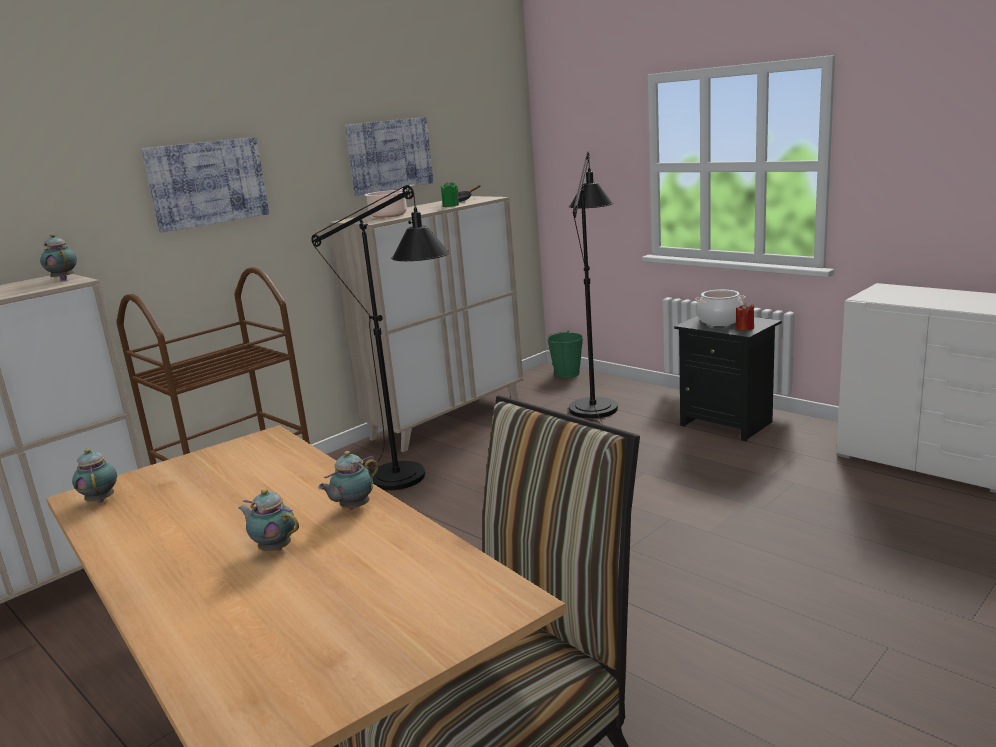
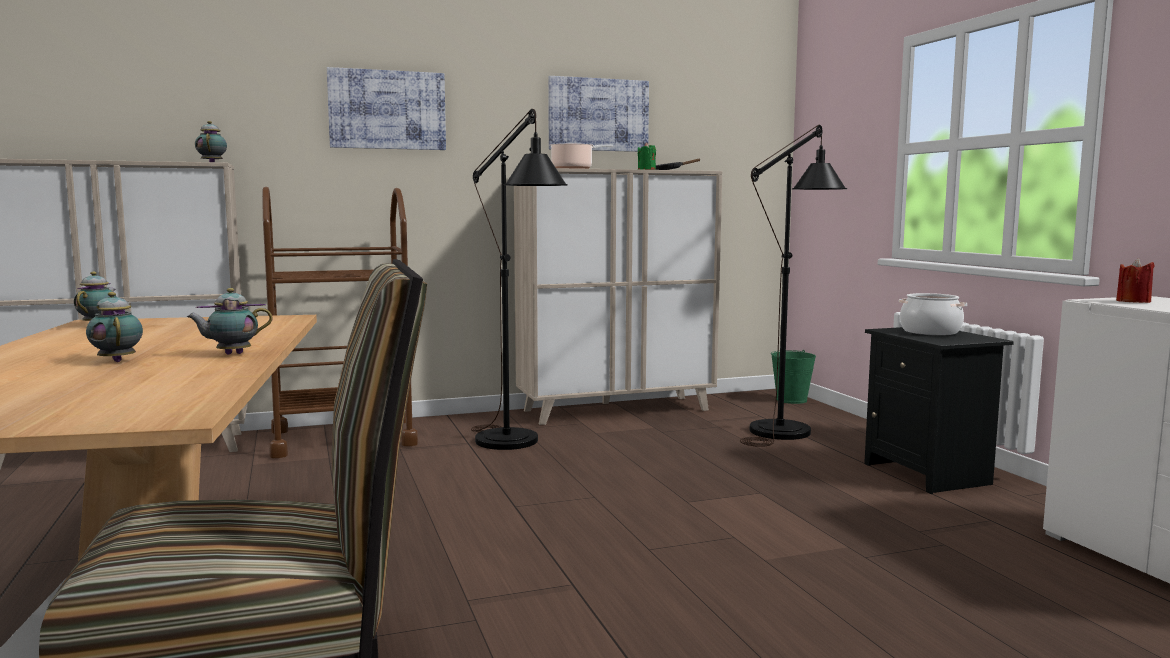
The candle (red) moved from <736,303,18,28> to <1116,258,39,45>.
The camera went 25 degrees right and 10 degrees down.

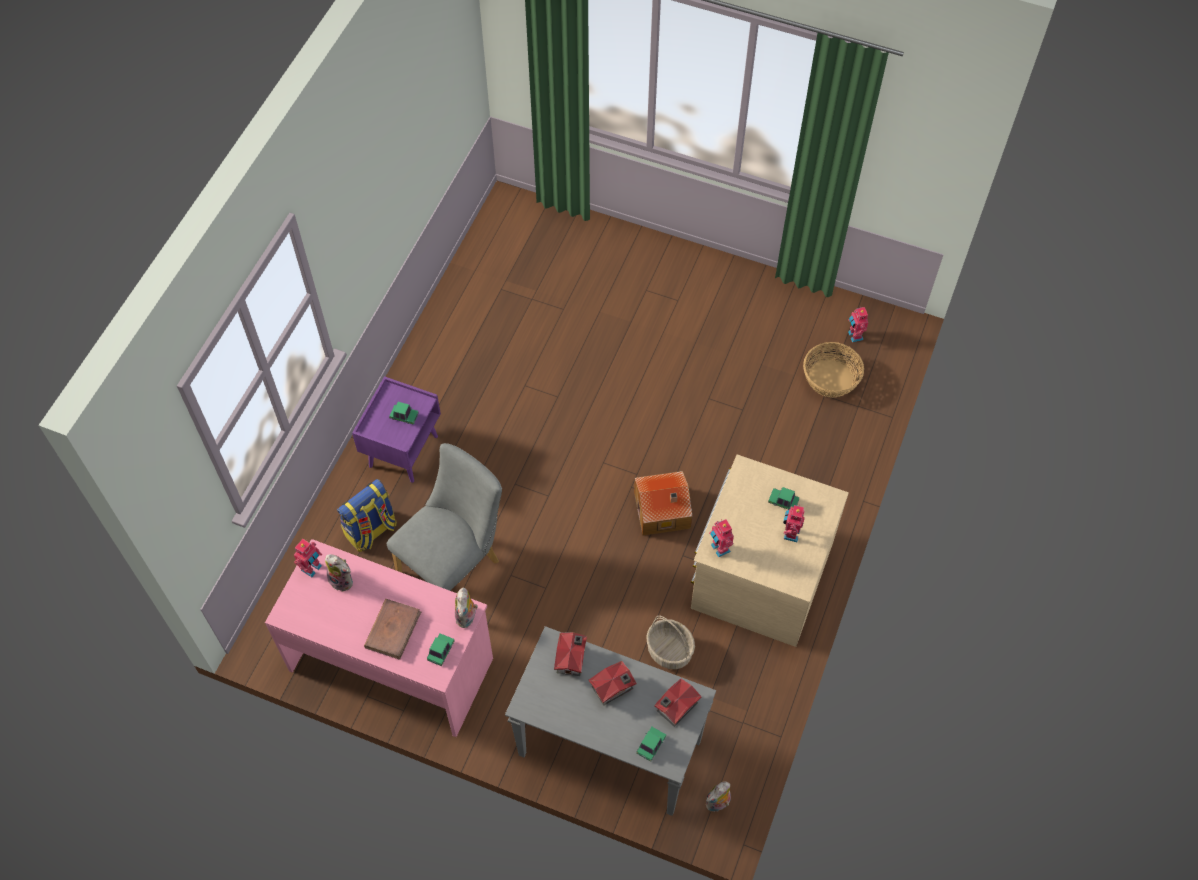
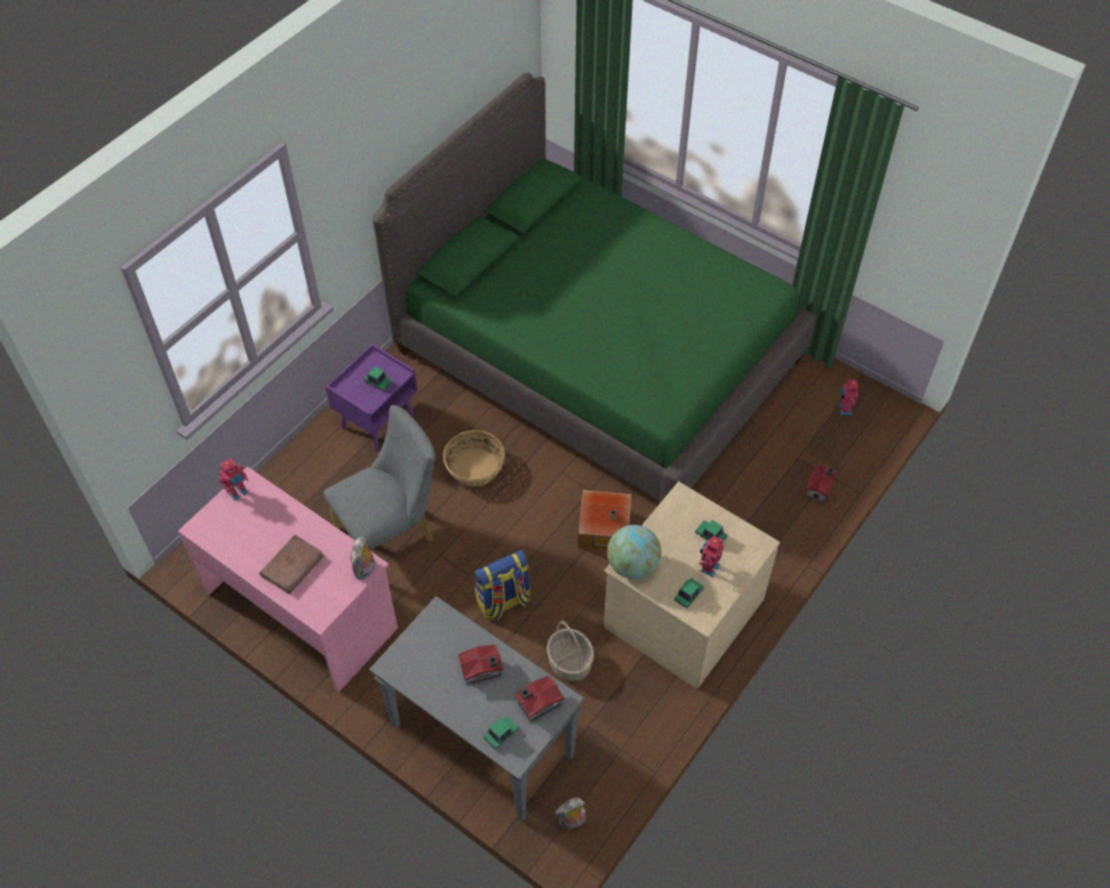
The plush toy at <325,554,28,38> disappeared.
The bed (green) at <373,72,442,430> appeared.
The backpack moved from <337,479,60,73> to <474,550,57,70>.
The toy car moved from <427,633,28,33> to <674,578,30,31>.
The toy house moved from <554,632,33,44> to <805,464,32,38>.
The basket moved from <803,342,61,55> to <443,430,62,56>.
The toy robot at <709,519,25,38> was replaced by the globe at <607,525,54,54>.
The camera went 15 degrees right and 5 degrees down.

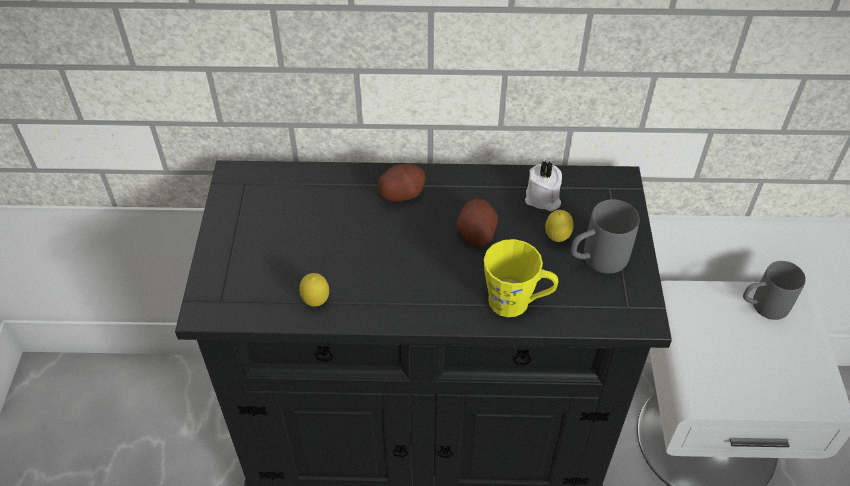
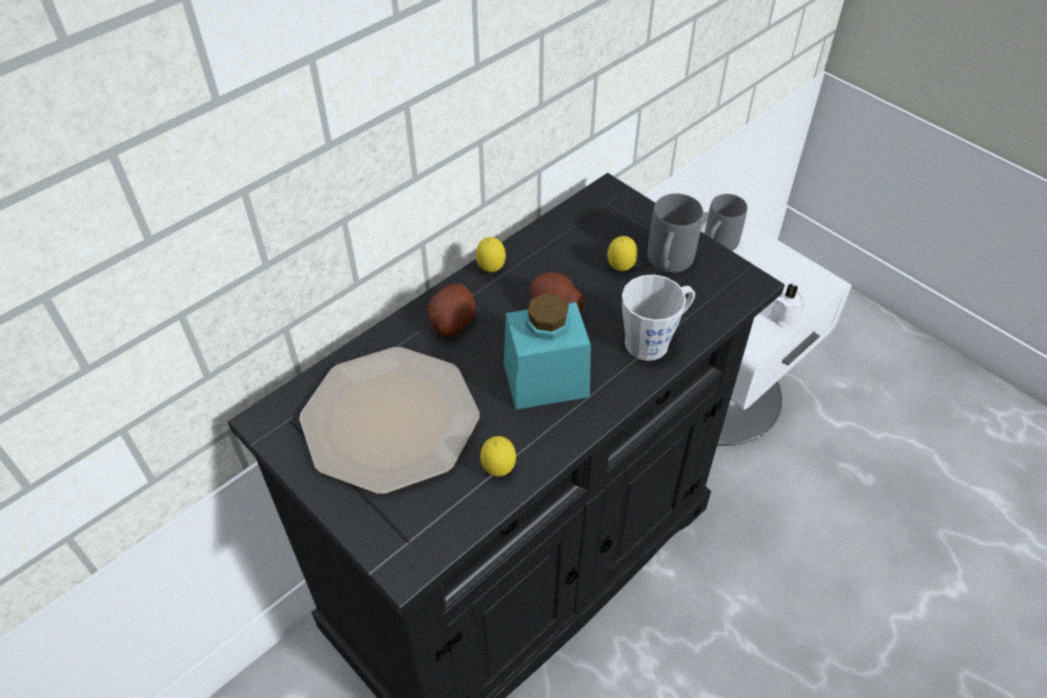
The plate at <299,347,181,147> appeared.
The lemon at <476,237,30,35> appeared.
The jar (turquoise) at <504,293,87,117> appeared.
The candle (white) moved from <525,161,37,50> to <768,284,38,43>.
The mug (yellow) at <484,239,74,78> became the mug (grey) at <622,275,73,86>.
The camera went 45 degrees left and 0 degrees up.

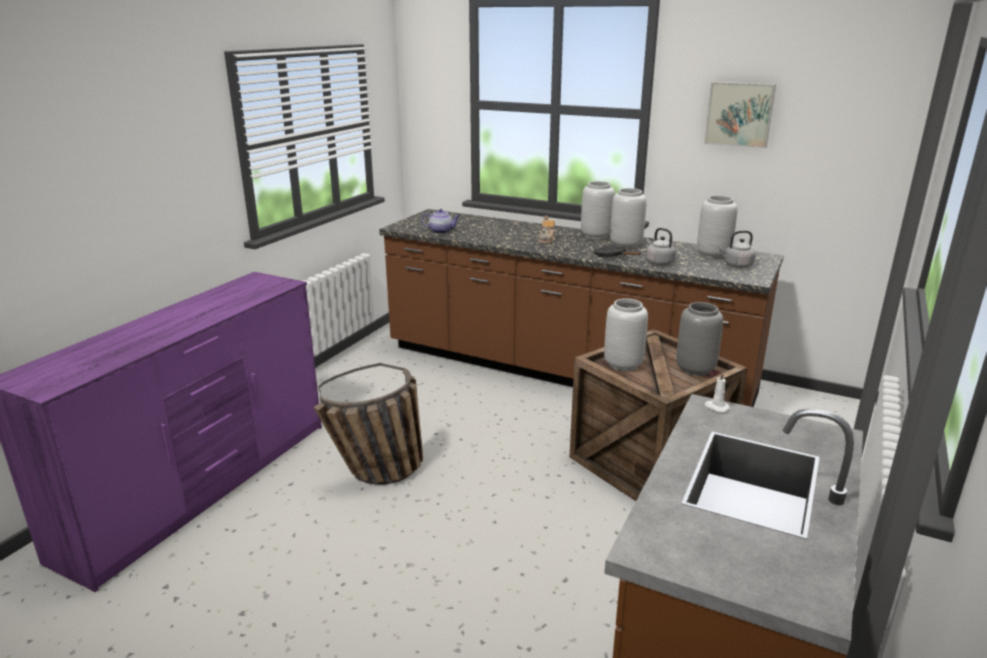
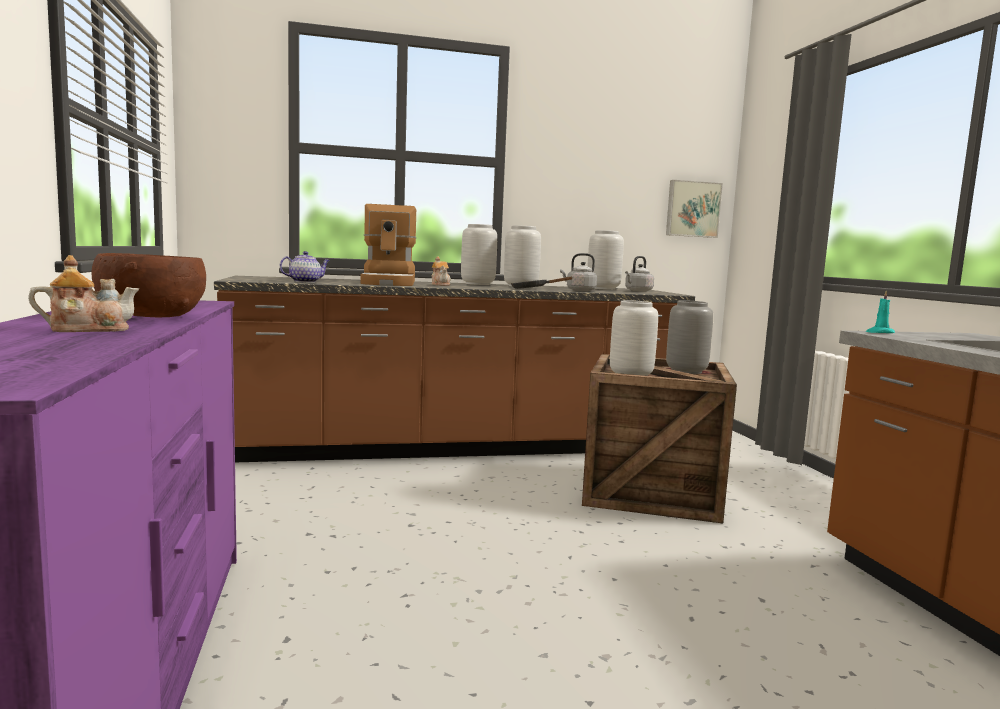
The basket at <313,363,110,122> disappeared.
The teapot at <28,255,112,77> appeared.
The bowl (brown) at <91,253,115,64> appeared.
The coffee machine at <360,204,56,82> appeared.
The picture moved from <704,82,72,66> to <666,180,57,58>.
The candle (white) at <705,371,25,41> became the candle (turquoise) at <866,291,29,42>.
The camera went 40 degrees left and 15 degrees down.

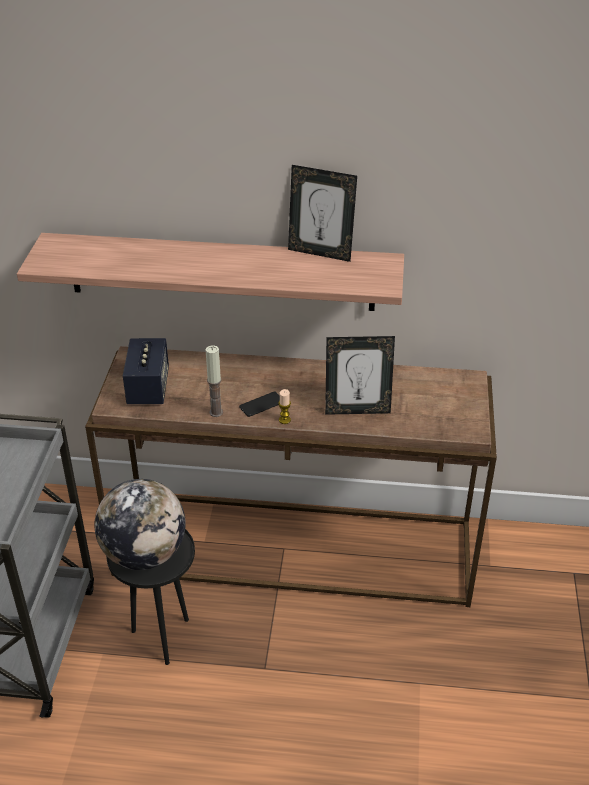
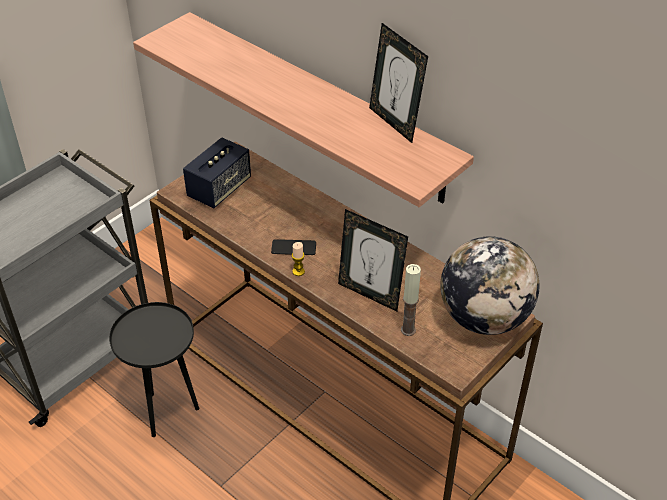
The globe moved from <94,479,92,91> to <440,236,99,99>.
The candle moved from <206,345,17,72> to <401,264,20,72>.
The camera went 35 degrees right and 5 degrees up.

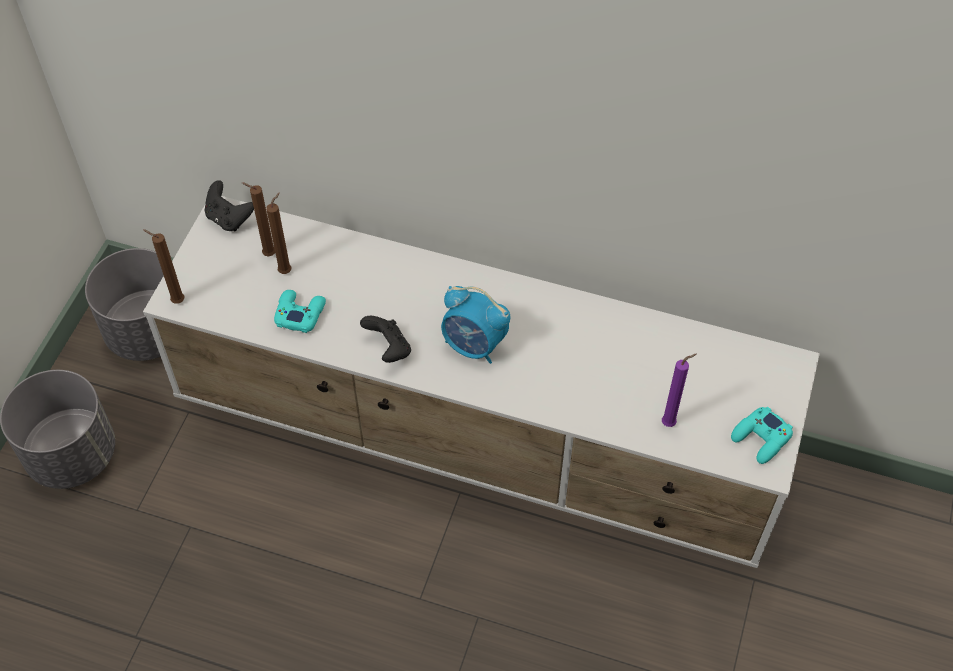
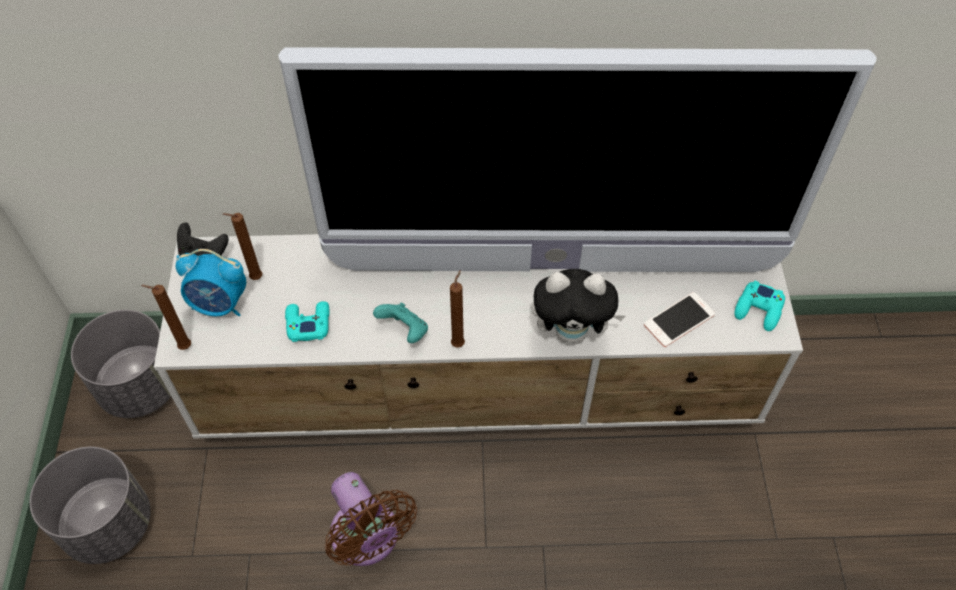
The television at <278,47,598,225> appeared.
The fan (brown) at <325,472,92,94> appeared.
The plush toy at <531,269,94,75> appeared.
The candle (brown) moved from <266,193,25,81> to <450,270,15,78>.
The alarm clock moved from <441,286,69,78> to <176,249,70,67>.
The candle (purple) at <662,354,35,73> was replaced by the phone at <644,292,71,55>.
The game controller (black) at <360,316,51,47> became the game controller (turquoise) at <373,303,55,40>.
The camera went 20 degrees left and 0 degrees up.

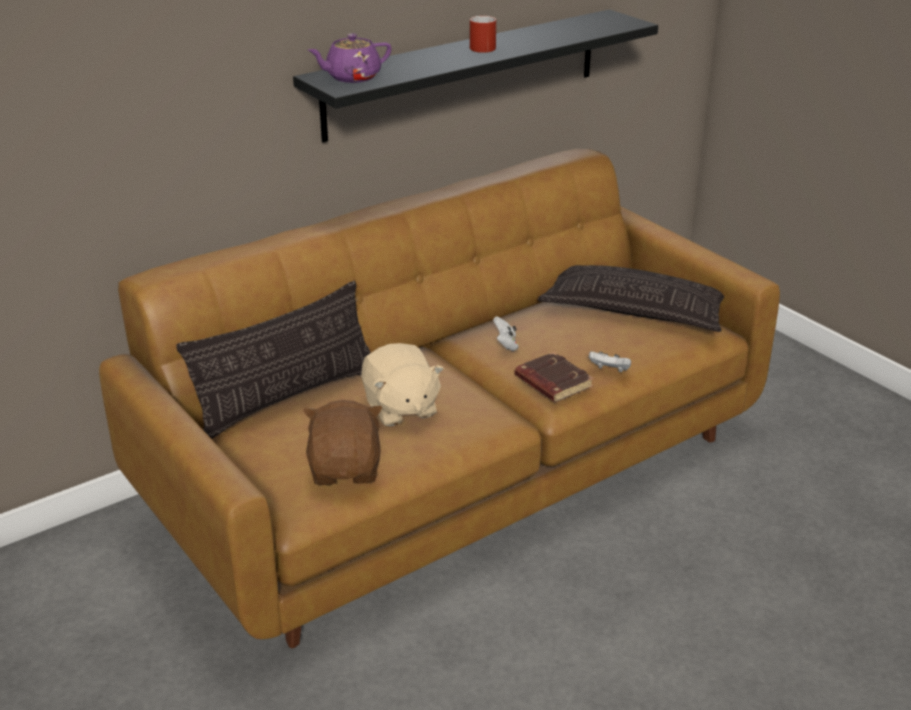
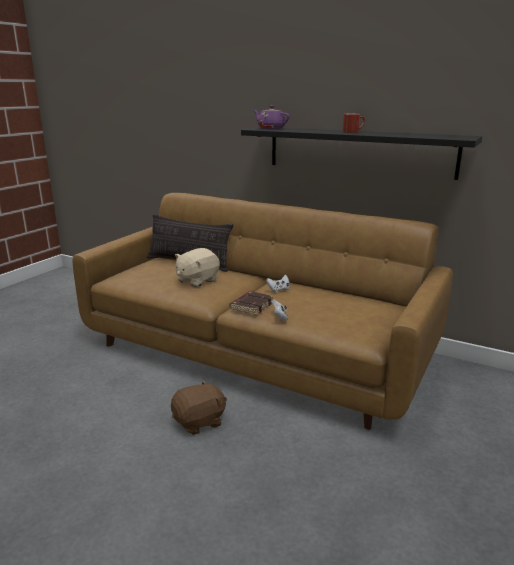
The pillow at <537,265,187,67> disappeared.
The plush toy (brown) moved from <303,400,79,85> to <171,380,56,55>.
The camera went 65 degrees right and 10 degrees down.

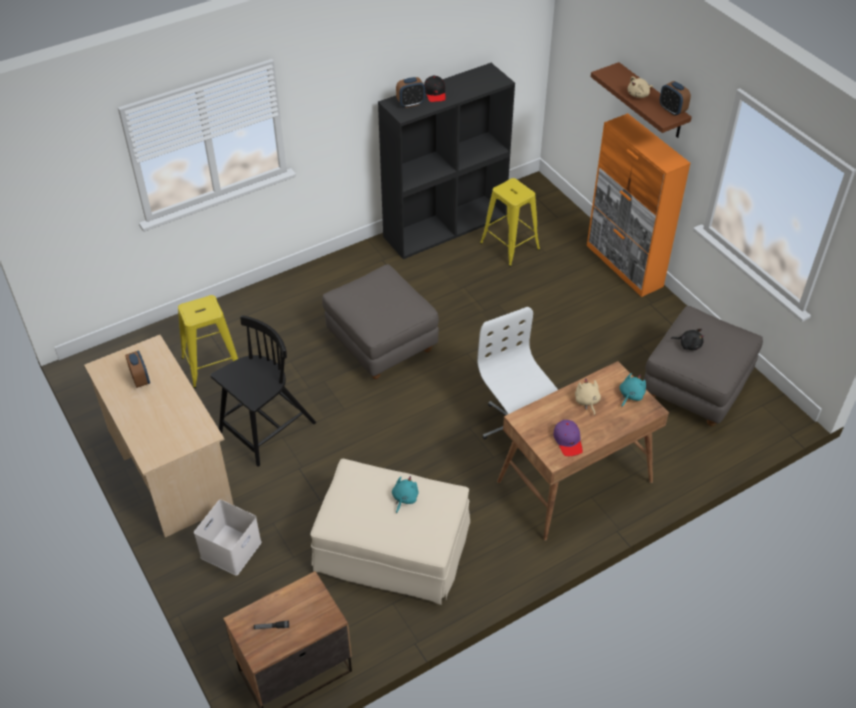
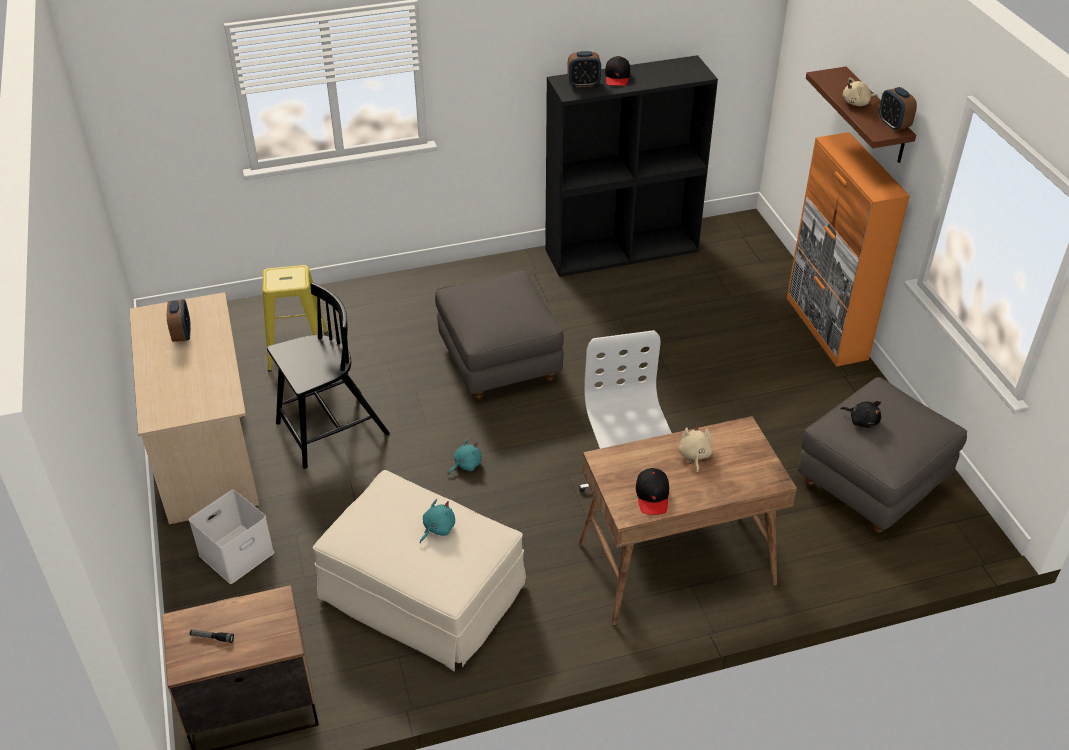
The stool (yellow) at <480,178,60,89> disappeared.
The plush toy (turquoise) moved from <620,373,26,34> to <448,439,34,35>.
The cap (purple) at <553,420,30,36> became the cap (black) at <636,468,33,47>.
The camera went 15 degrees right and 5 degrees down.

